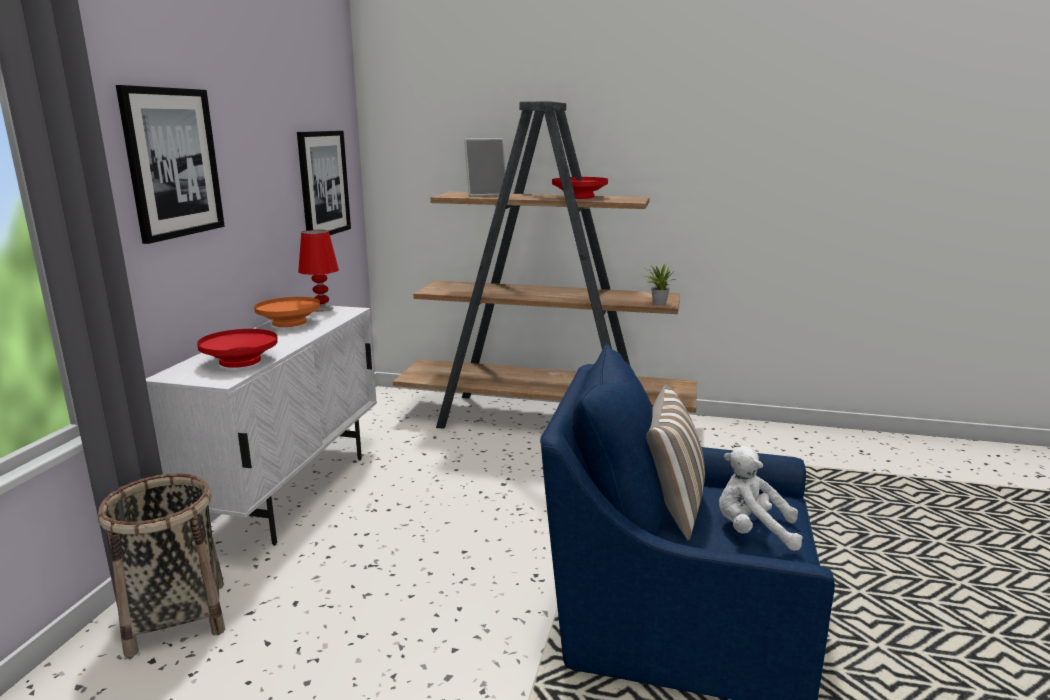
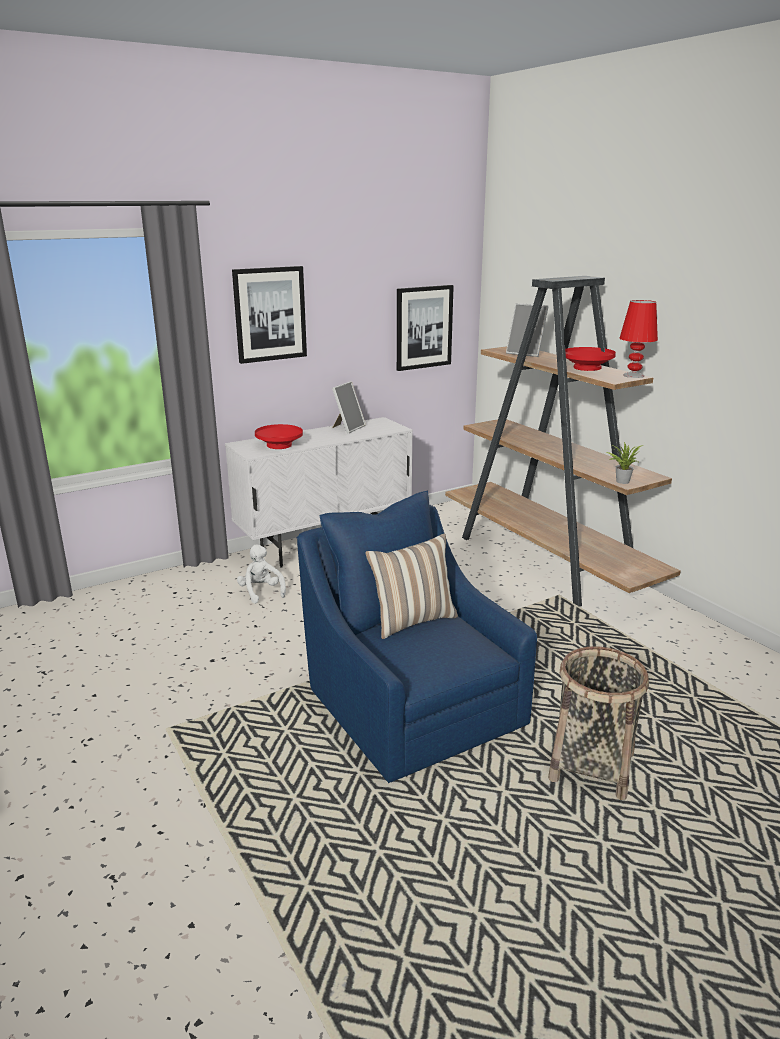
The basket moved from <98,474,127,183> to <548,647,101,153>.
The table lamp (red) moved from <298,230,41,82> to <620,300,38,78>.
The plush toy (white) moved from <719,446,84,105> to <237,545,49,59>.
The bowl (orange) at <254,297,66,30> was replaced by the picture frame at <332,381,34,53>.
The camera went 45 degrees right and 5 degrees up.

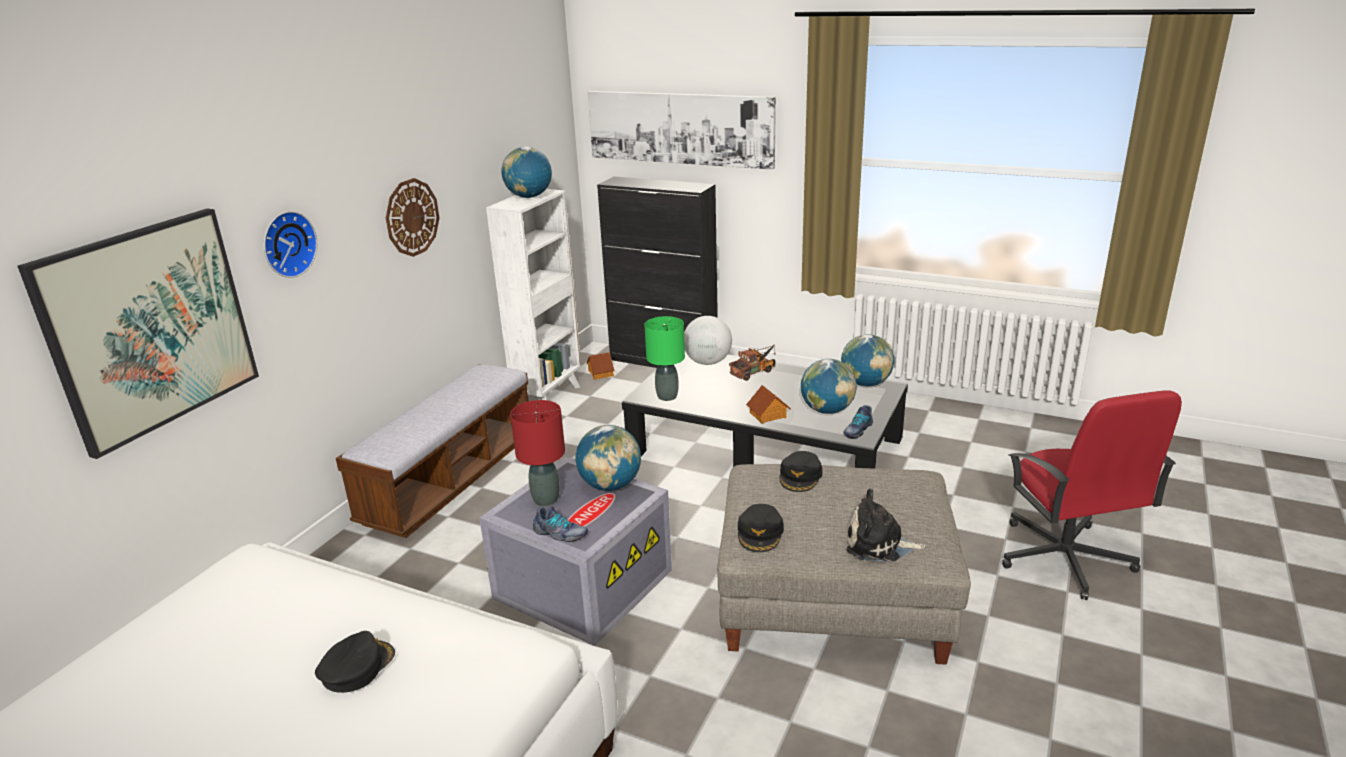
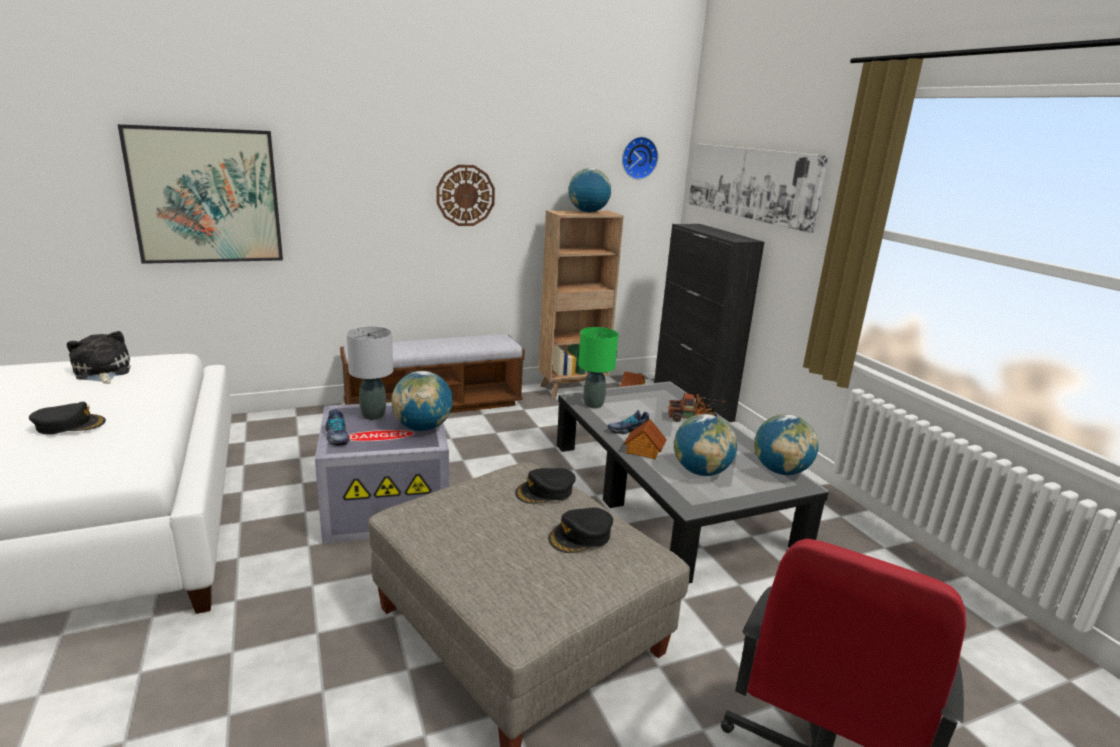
The globe at <684,316,48,49> disappeared.
The wall clock moved from <264,211,53,67> to <622,137,36,43>.
The cap (black) moved from <738,504,46,48> to <548,508,65,45>.
The shoe moved from <843,405,30,34> to <607,410,42,24>.
The plush toy moved from <846,489,80,73> to <67,331,64,53>.
The bookcase (white) at <486,189,95,211> became the bookcase (brown) at <539,210,85,188>.
The table lamp (red) at <510,400,55,106> became the table lamp (grey) at <347,326,46,94>.
The camera went 40 degrees right and 5 degrees down.

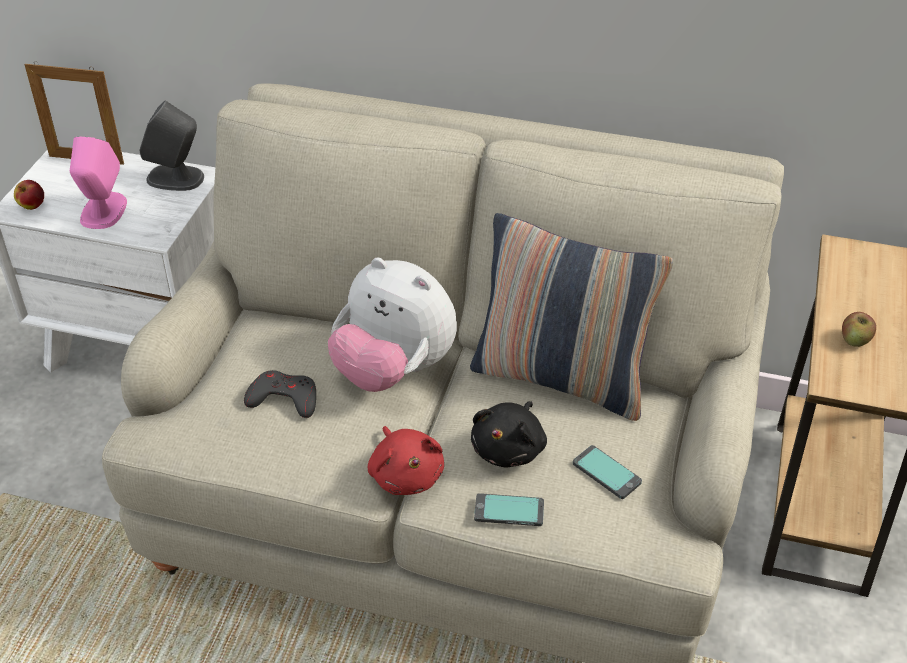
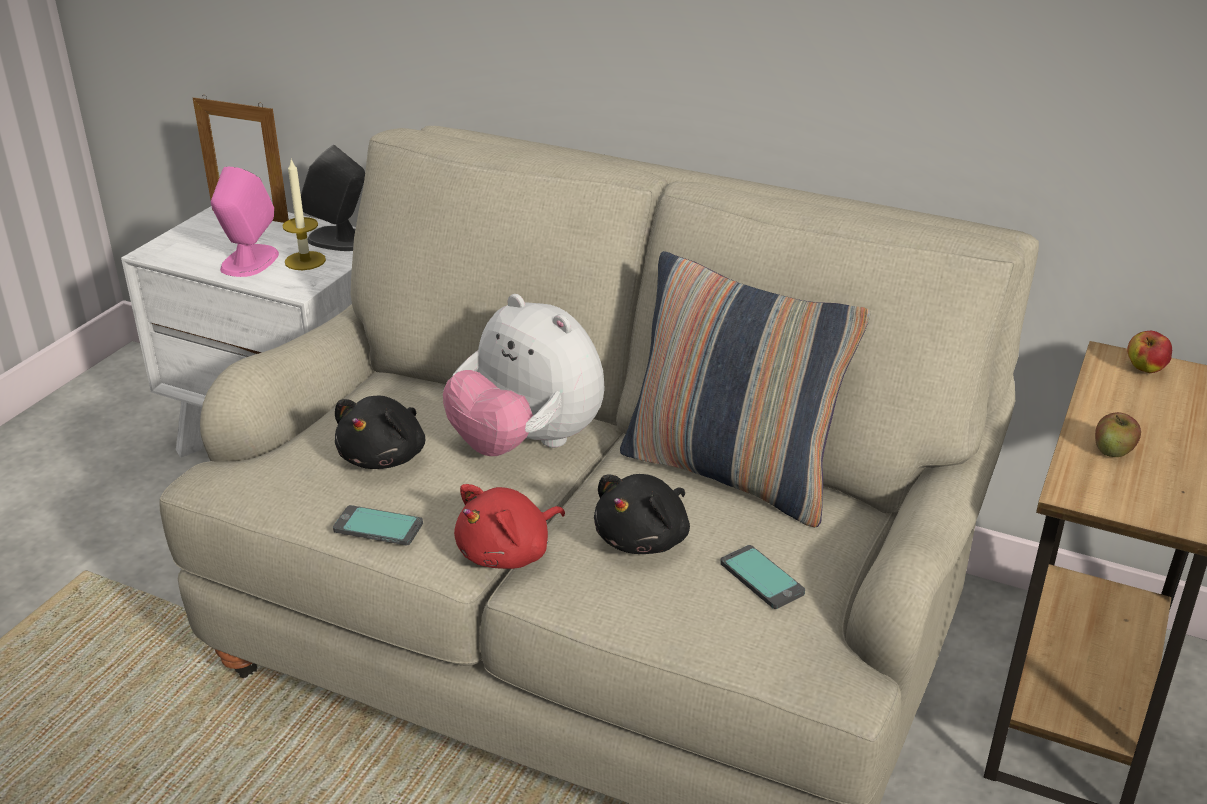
The candle at <283,159,43,111> appeared.
The apple moved from <14,180,30,30> to <1127,331,45,42>.
The phone moved from <474,493,70,33> to <333,505,90,40>.
The game controller (grey) at <244,370,72,48> was replaced by the plush toy (black) at <335,396,90,73>.
The plush toy (red) at <368,426,76,69> turned 60 degrees clockwise.
The camera went 10 degrees right and 10 degrees down.

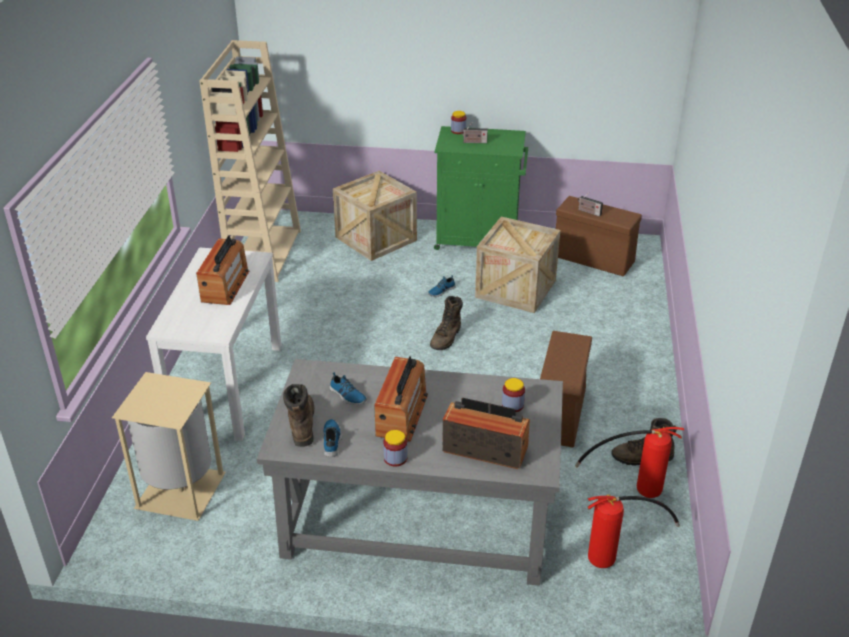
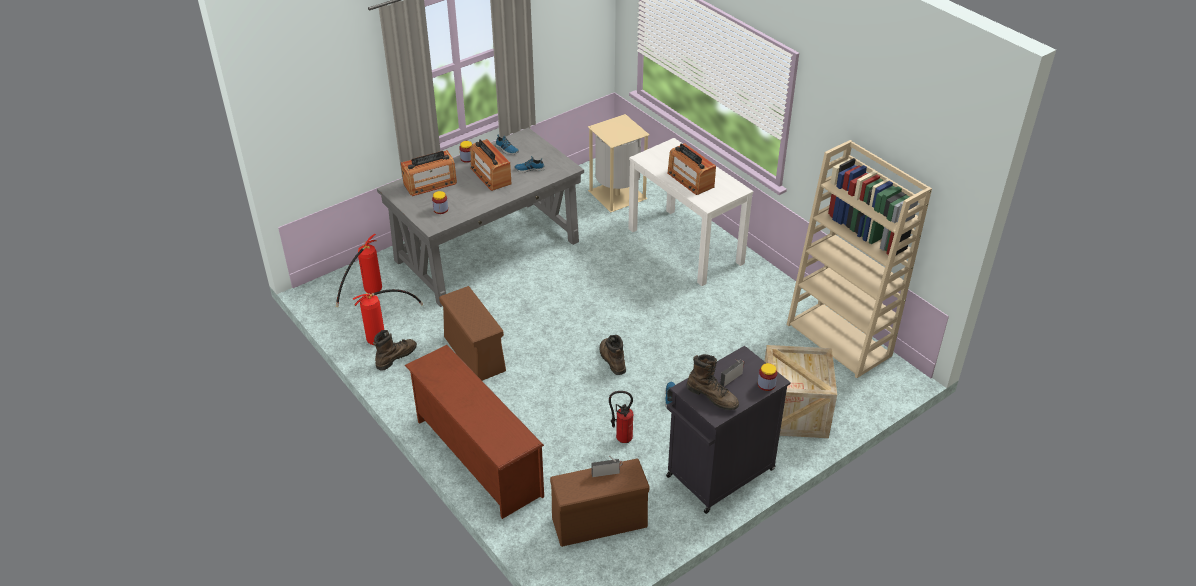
The shoe rack (brown) at <405,345,139,174> appeared.
The boot (brown) moved from <283,384,31,63> to <686,354,53,56>.
The crate at <475,216,85,97> was replaced by the fire extinguisher at <609,391,24,52>.
The cabinet (green) at <434,126,94,124> became the cabinet (black) at <666,346,125,168>.
The camera went 135 degrees right and 5 degrees up.

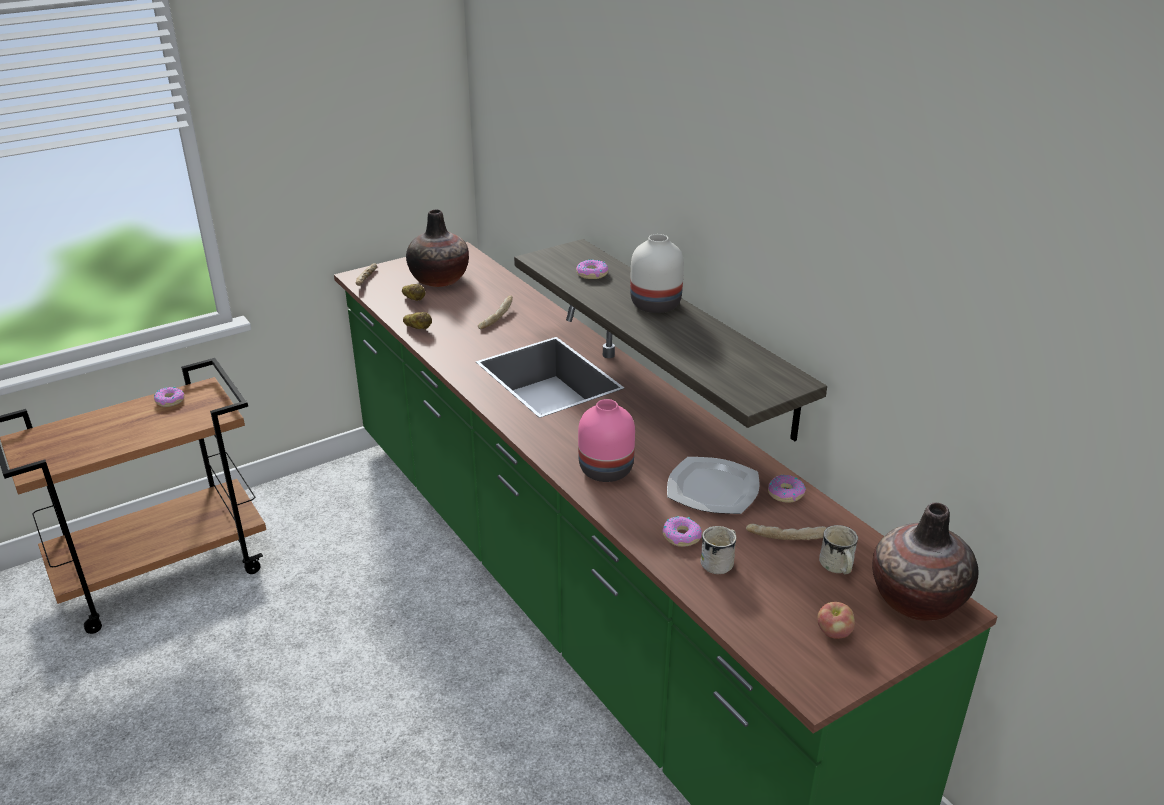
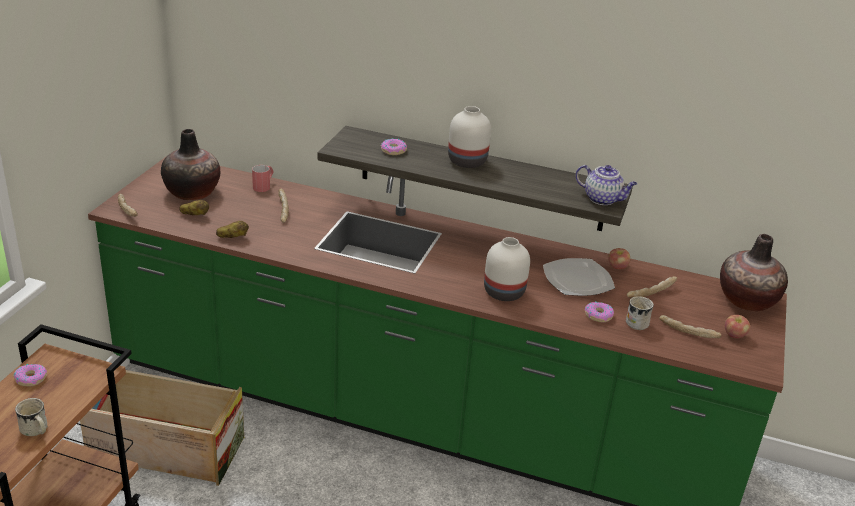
The crate at <80,370,164,116> appeared.
The mug (red) at <252,165,22,27> appeared.
The teapot at <576,165,61,40> appeared.
The bread at <659,315,63,23> appeared.
The mug (white) moved from <819,525,39,49> to <15,398,33,38>.
The donut at <768,475,38,28> was replaced by the apple at <608,248,22,21>.
The vase (pink) at <578,399,57,83> became the vase (white) at <484,237,46,64>.
The camera went 40 degrees left and 0 degrees up.

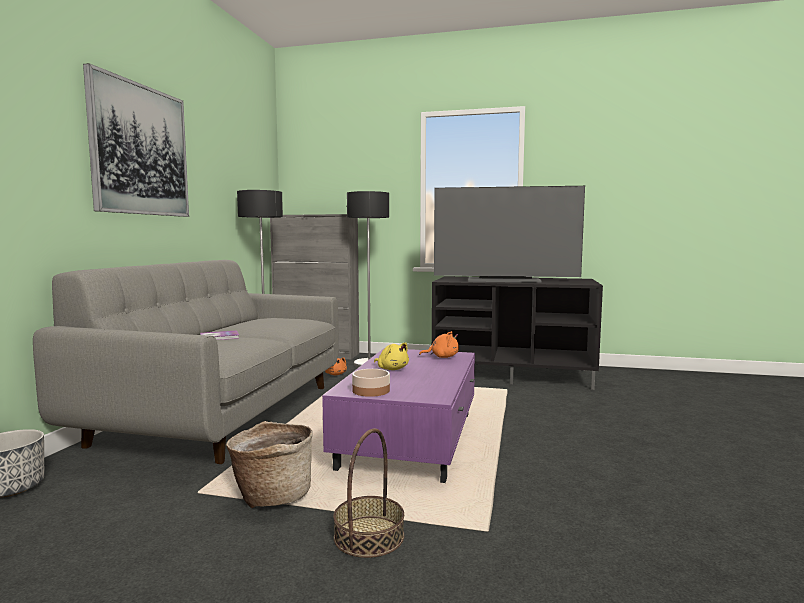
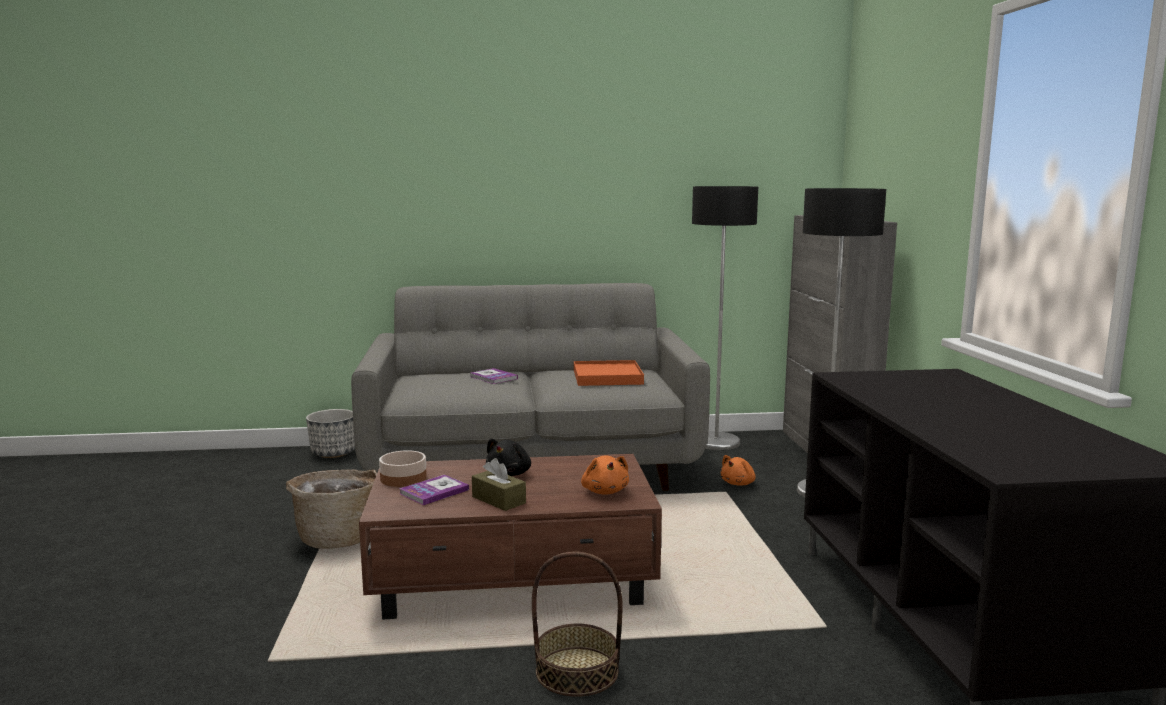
The picture at <83,63,106,154> disappeared.
The television at <434,186,151,97> disappeared.
The book at <399,475,70,30> appeared.
The tissue box (brown) at <472,458,54,53> appeared.
The tray (orange) at <574,360,70,26> appeared.
The basket moved from <333,429,71,129> to <532,552,91,145>.
The coffee table (purple) at <322,348,153,135> became the coffee table (brown) at <359,454,303,166>.
The plush toy (yellow) at <374,342,35,28> became the plush toy (black) at <486,438,45,38>.
The camera went 70 degrees right and 5 degrees up.

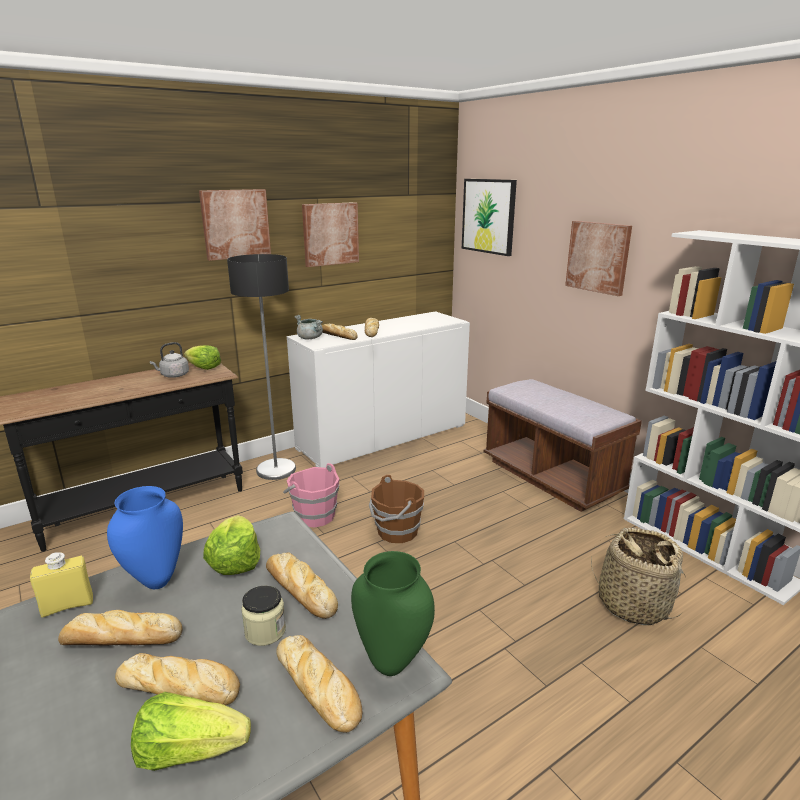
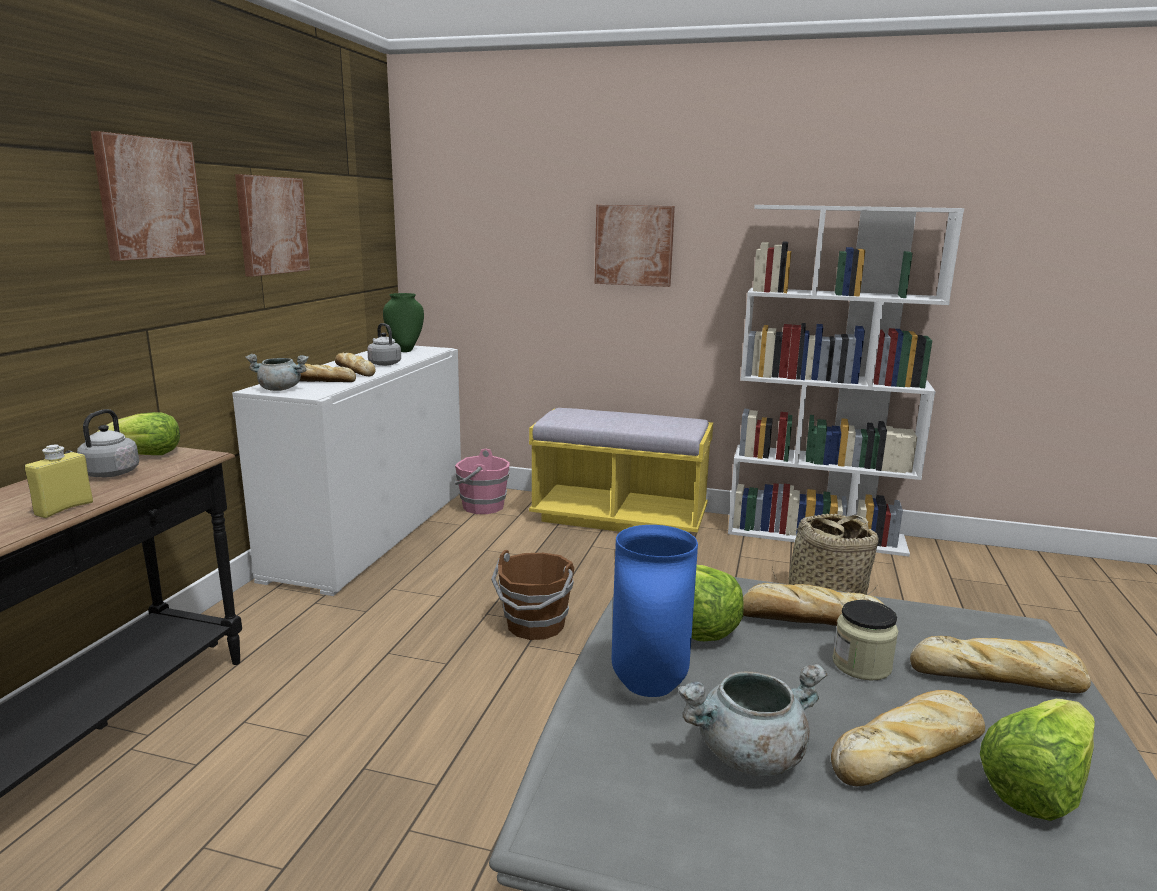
The floor lamp at <227,254,69,226> disappeared.
The picture at <462,179,55,77> disappeared.
The kettle (grey) at <367,323,34,43> appeared.
The bottle (yellow) moved from <30,552,63,66> to <25,445,68,73>.
The bucket (pink) moved from <283,463,56,64> to <454,449,56,65>.
The vase (green) moved from <351,551,84,125> to <383,293,41,59>.
The bread at <58,610,124,36> was replaced by the cooking pot (grey) at <678,663,149,113>.
The bench (brown) at <484,379,158,133> became the bench (yellow) at <529,408,184,125>.
The camera went 40 degrees left and 5 degrees down.

